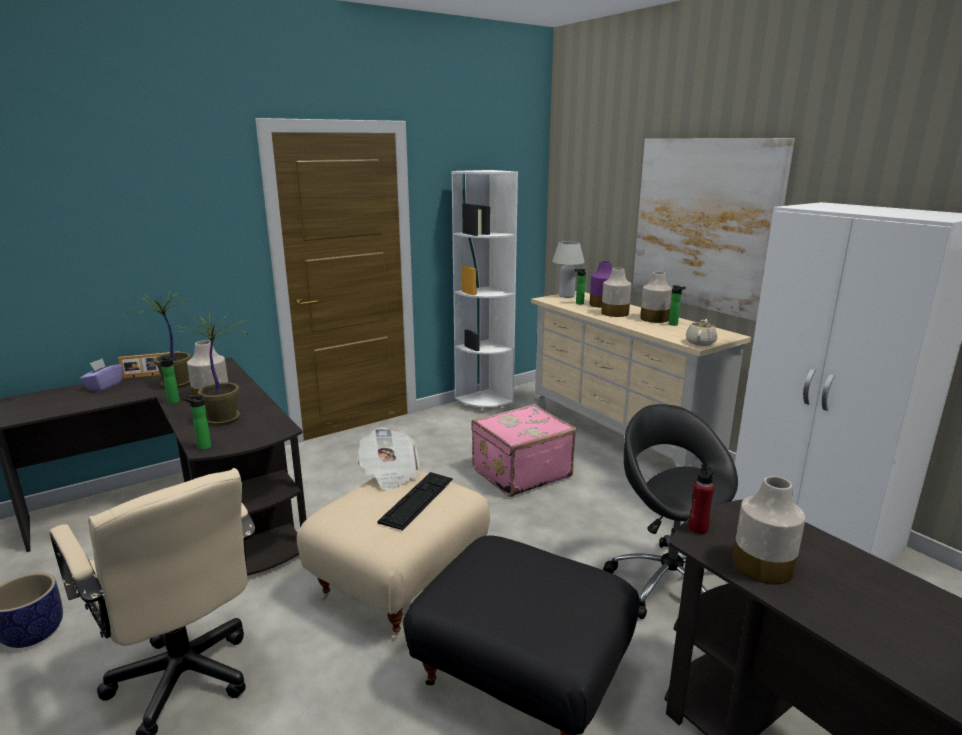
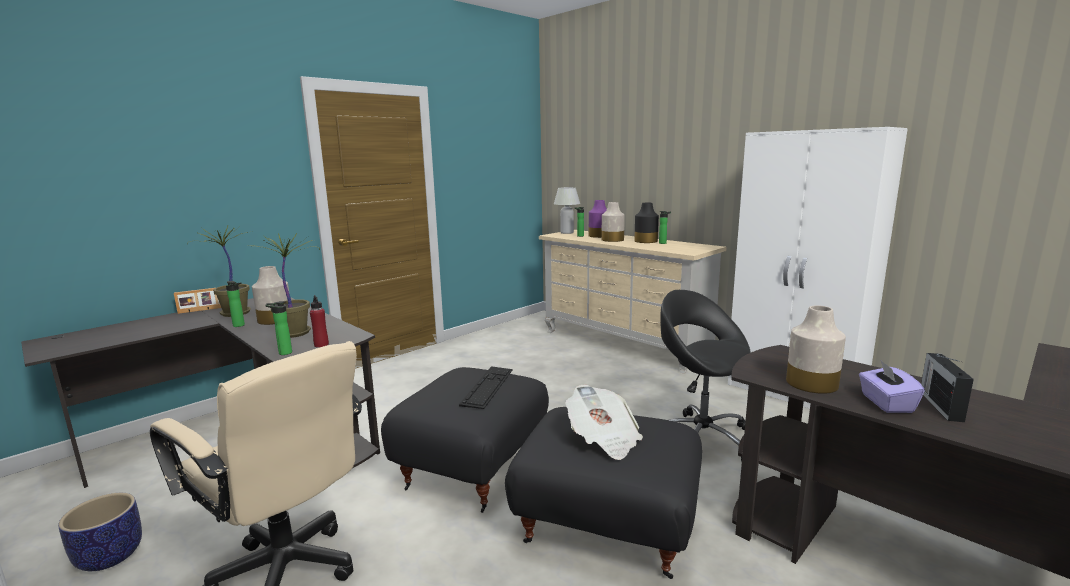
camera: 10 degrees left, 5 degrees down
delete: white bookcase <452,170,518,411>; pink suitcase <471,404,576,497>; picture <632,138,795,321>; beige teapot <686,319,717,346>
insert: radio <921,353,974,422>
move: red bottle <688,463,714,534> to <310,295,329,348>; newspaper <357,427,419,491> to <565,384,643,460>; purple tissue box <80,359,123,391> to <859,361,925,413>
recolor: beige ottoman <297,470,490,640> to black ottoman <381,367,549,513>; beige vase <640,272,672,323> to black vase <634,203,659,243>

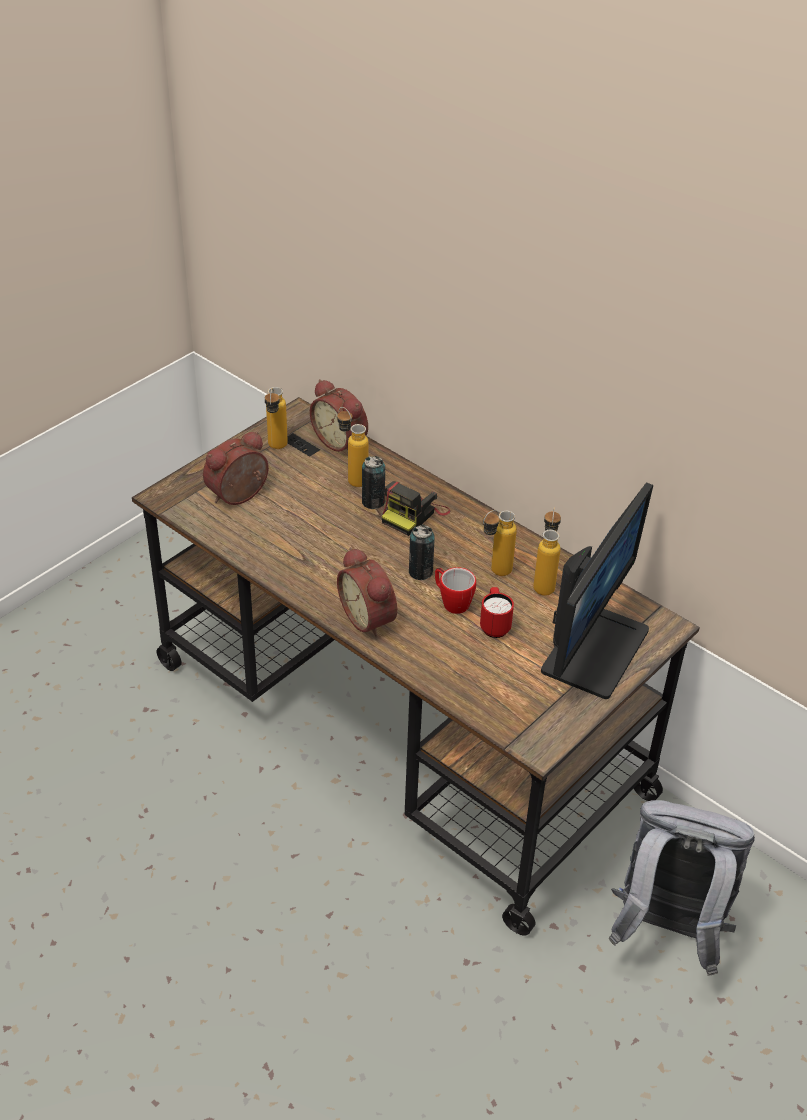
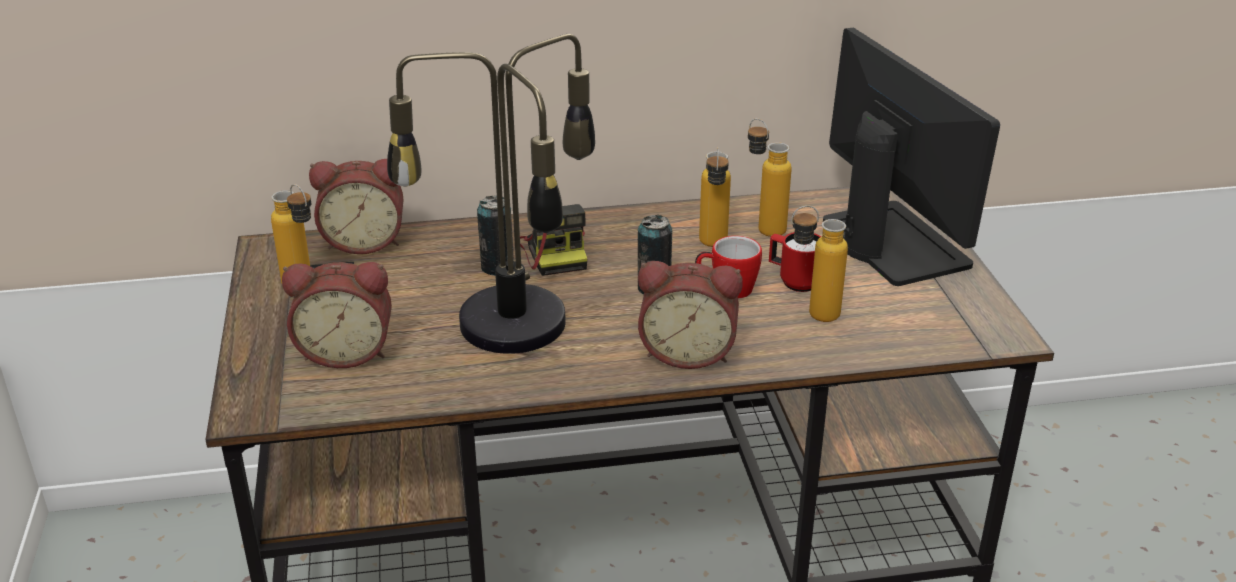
camera: 50 degrees left, 10 degrees down
delete: grey backpack <608,800,755,976>
insert: table lamp <387,34,595,354>
move: bottle <337,407,369,487> to <791,205,848,322>
rotate: alarm clock <203,431,269,505> = <282,262,392,368> 90 degrees counterclockwise

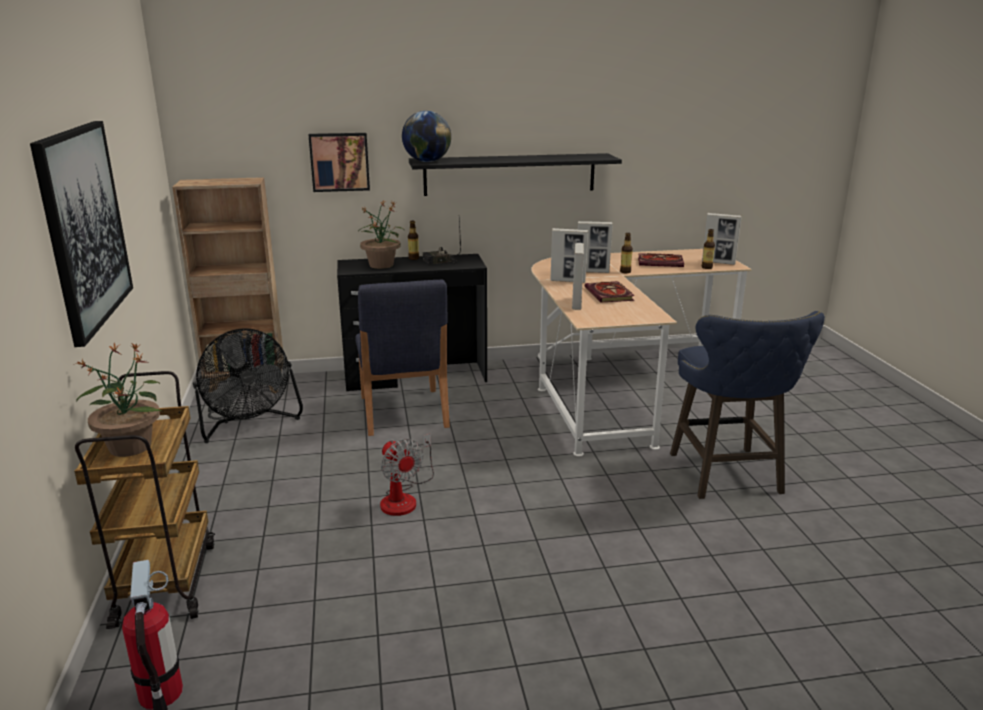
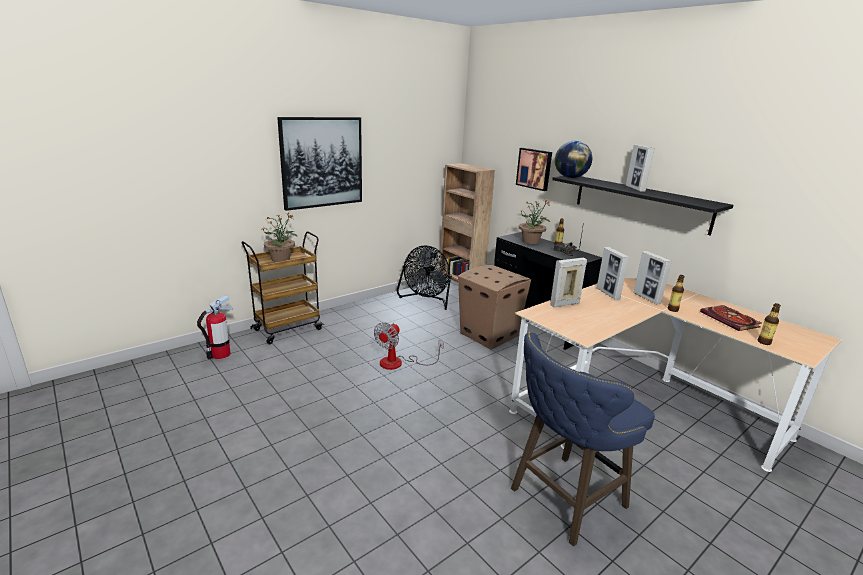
camera: 60 degrees right, 0 degrees up
delete: book <585,281,634,302>
move: picture frame <702,213,742,265> to <626,144,655,192>
replace: blue chair <355,280,450,436> to cardboard box <458,265,531,350>

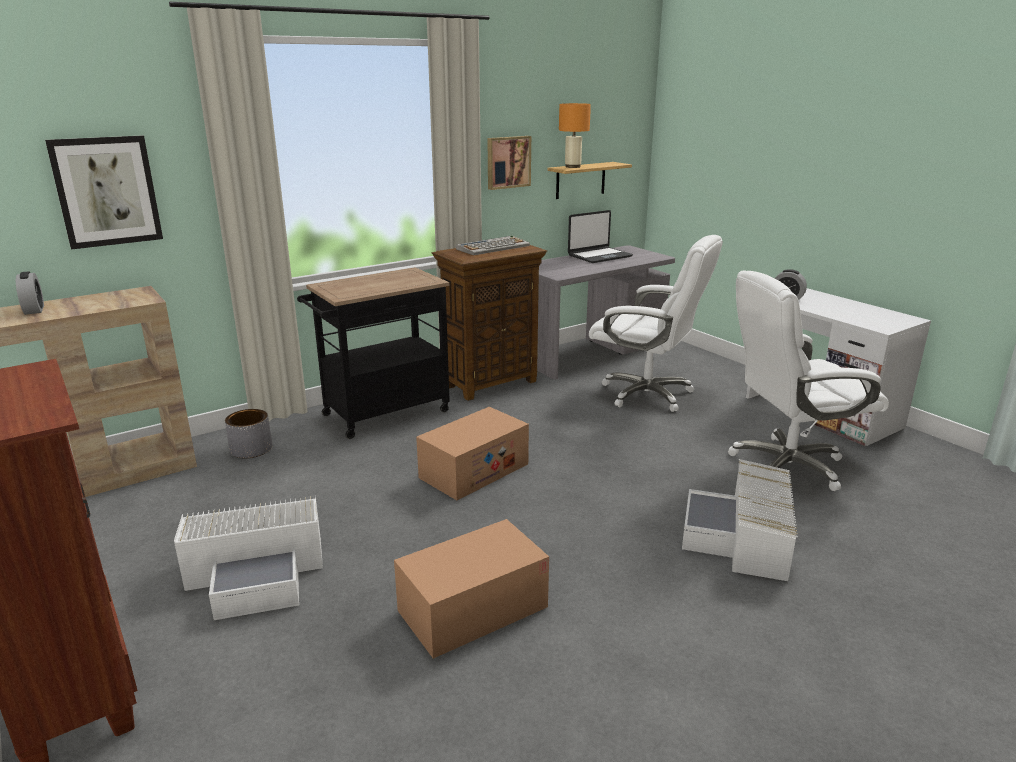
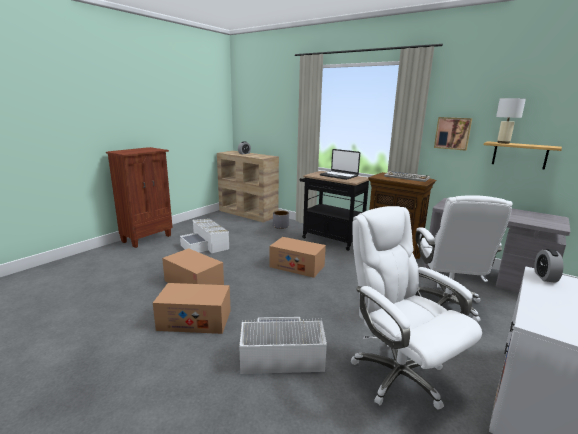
camera: 70 degrees right, 5 degrees down
delete: picture <45,135,163,250>
insert: cardboard box <153,283,231,334>
move: laptop <568,210,633,263> to <320,149,360,180>
recolor: orange table lamp <559,103,591,168> to white table lamp <496,98,526,144>

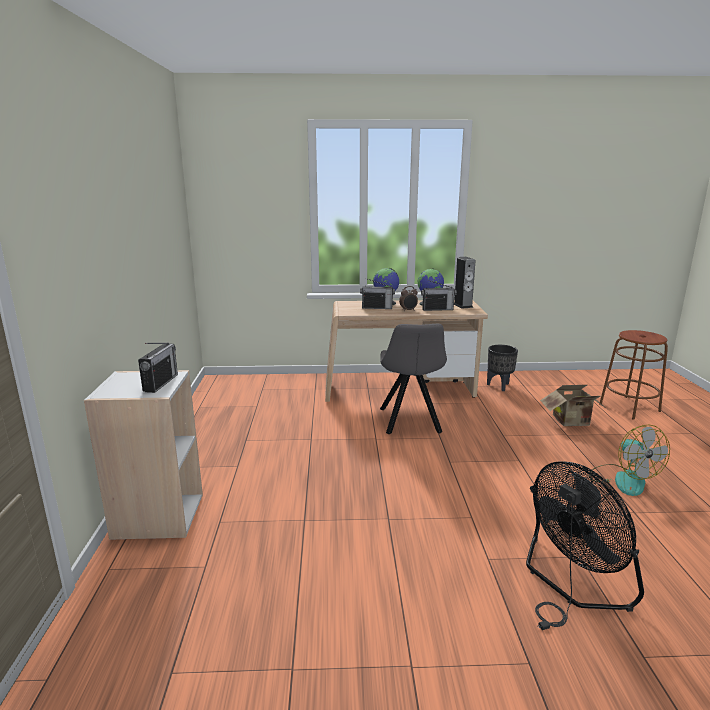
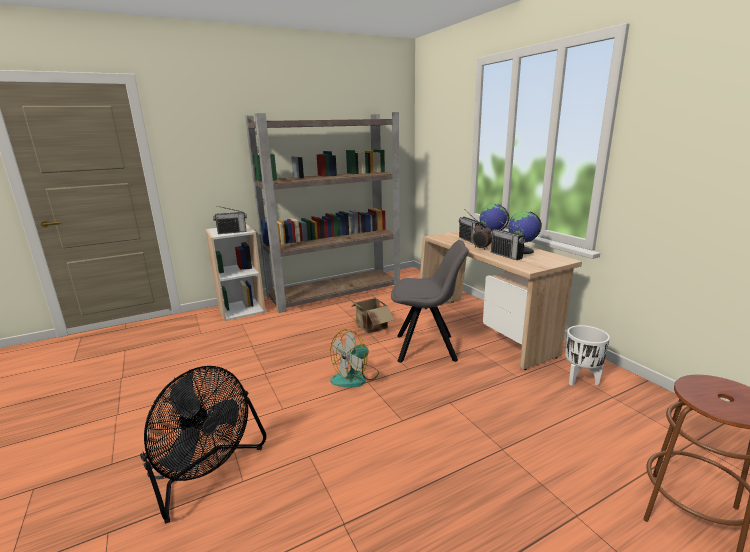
camera: 65 degrees right, 0 degrees up
delete: speaker <454,257,476,309>
insert: brown bookcase <245,112,400,313>
move: fan <589,425,670,496> to <330,329,379,387>; cardboard box <540,385,607,426> to <347,293,394,333>
recolor: black planter <487,345,518,391> to white planter <565,325,610,386>
rotate: grey chair <380,324,447,434> = <391,240,469,363> 150 degrees counterclockwise

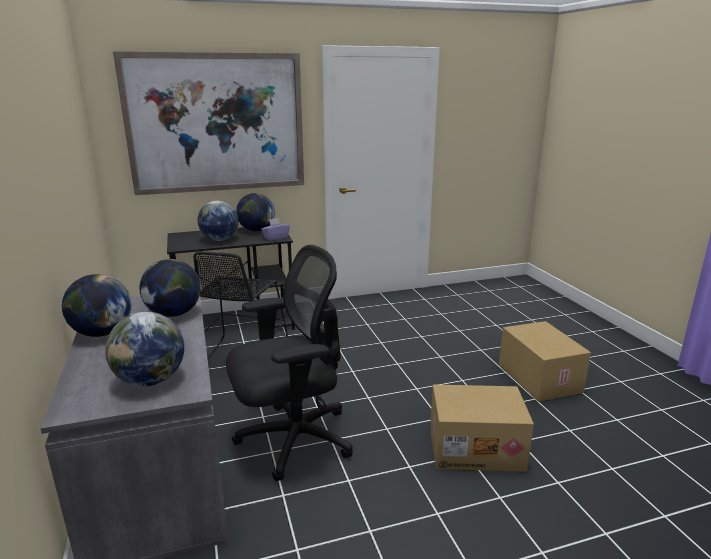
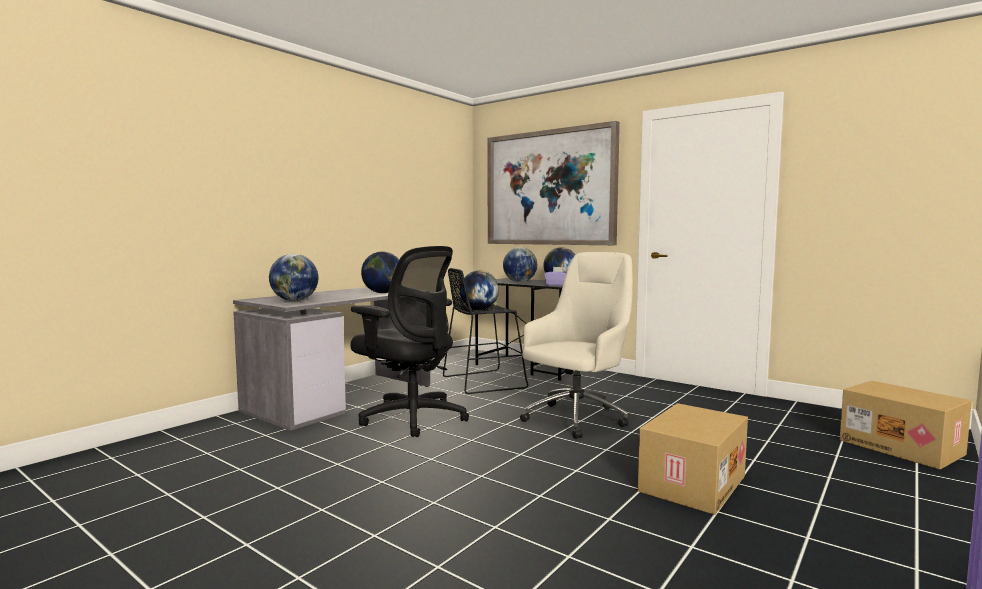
camera: 55 degrees right, 15 degrees down
insert: beige office chair <520,252,633,439>
move: globe <62,274,131,337> to <460,270,499,310>; cardboard box <430,384,534,472> to <840,381,972,470>

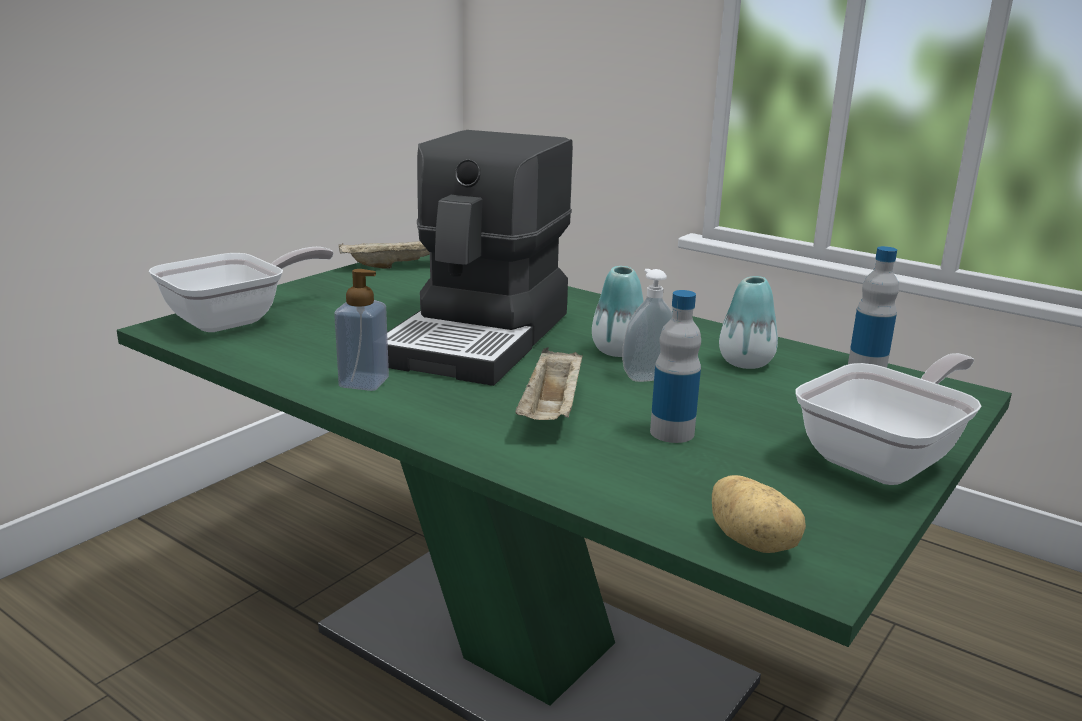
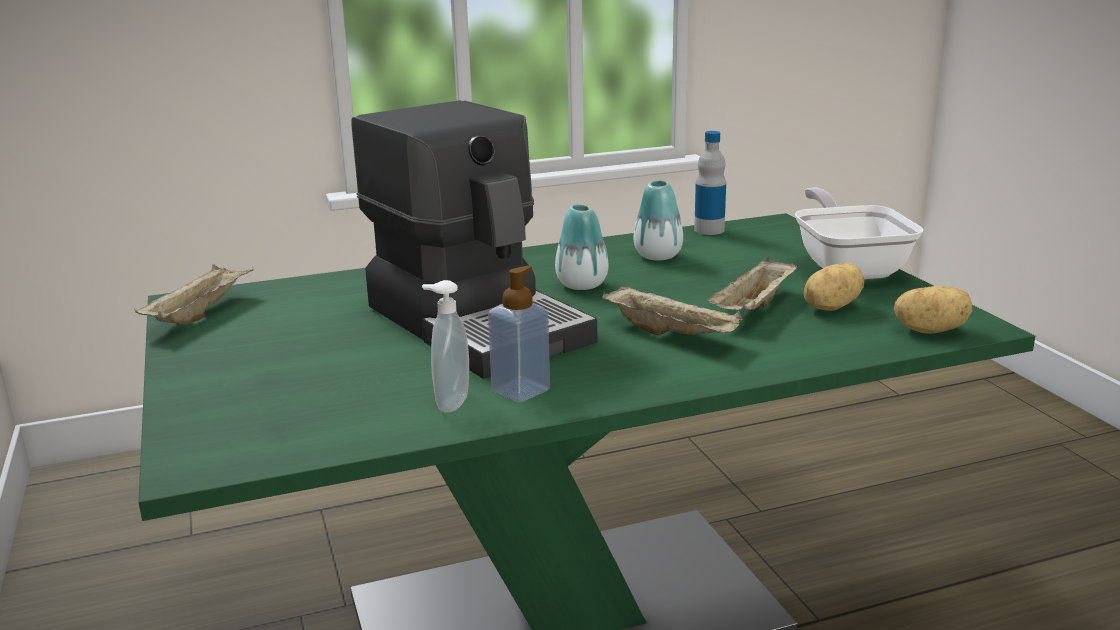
camera: 55 degrees left, 0 degrees up
delete: frying pan <149,247,334,332>
insert: potato <804,263,864,311>
move: soap dispenser <622,269,673,382> to <422,280,469,412>
replace: bottle <650,290,701,443> to beige tray <707,257,797,310>

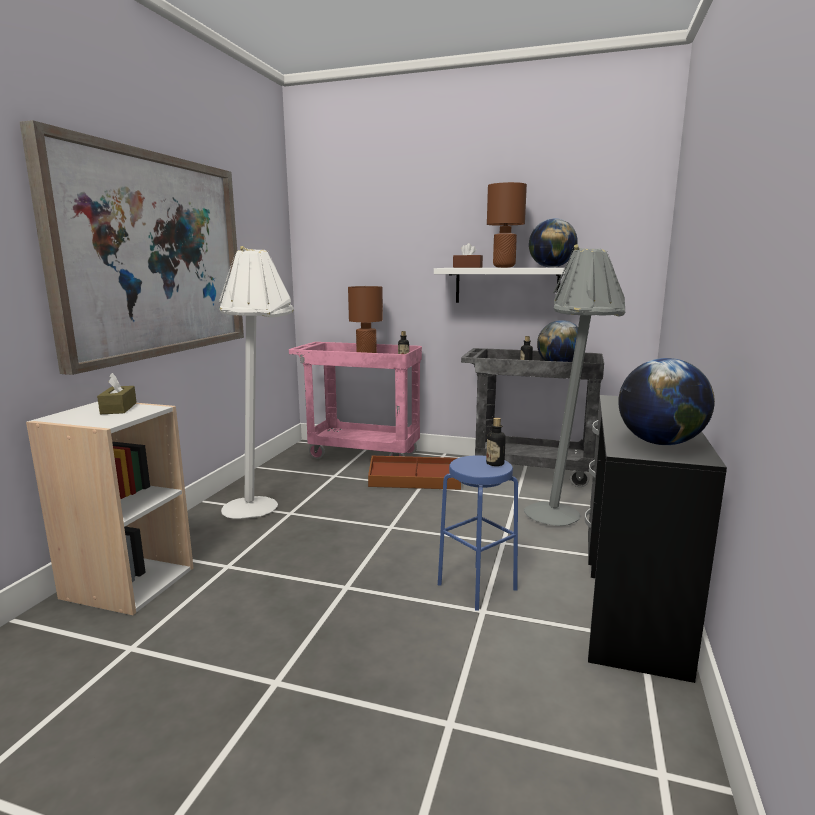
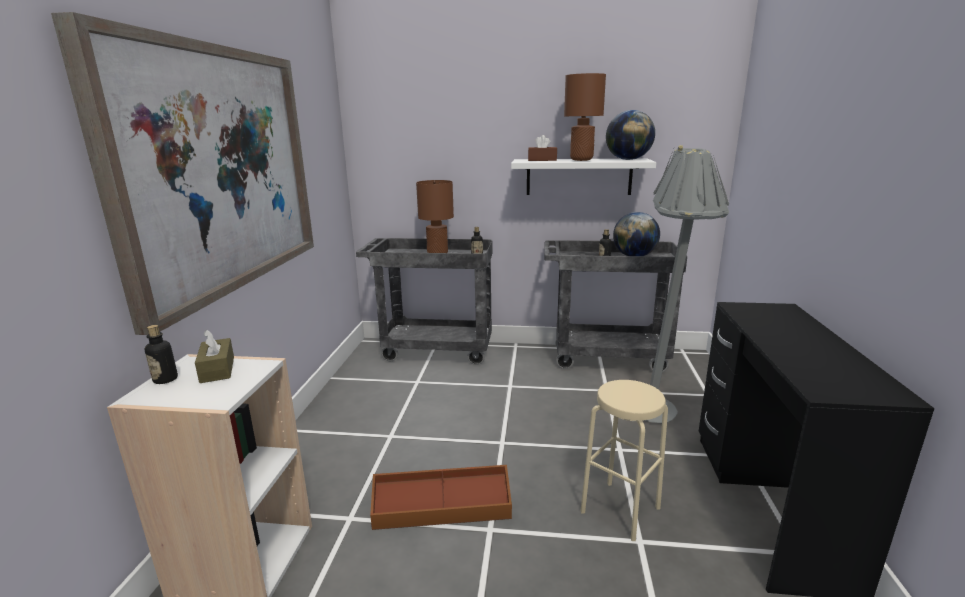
camera: 10 degrees left, 5 degrees up
delete: white floor lamp <219,246,294,519>; globe <618,358,715,445>
move: bottle <486,418,506,466> to <145,325,178,384>; brown storage box <368,456,461,490> to <370,465,512,530>
recolor: pink cart <289,342,422,459> to grey cart <356,238,493,365>; blue stool <438,455,518,611> to beige stool <581,380,668,541>

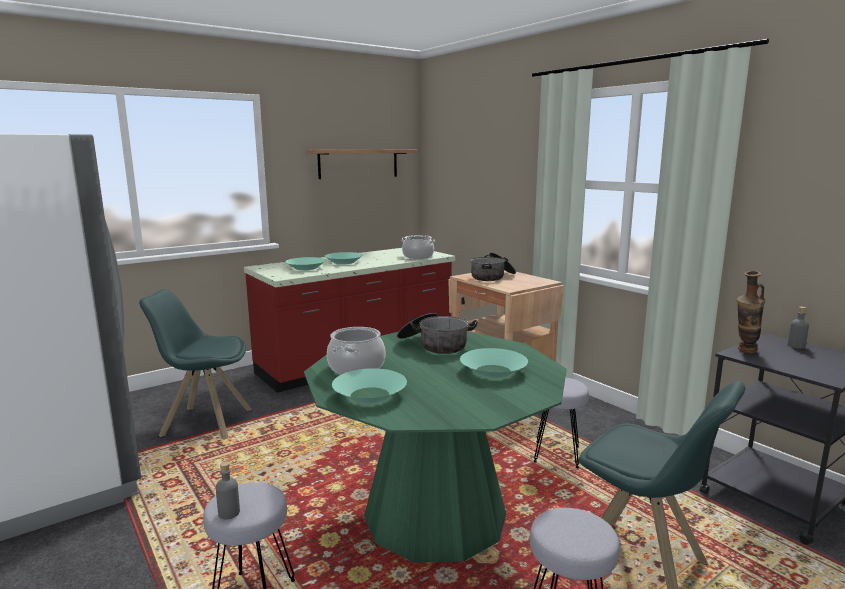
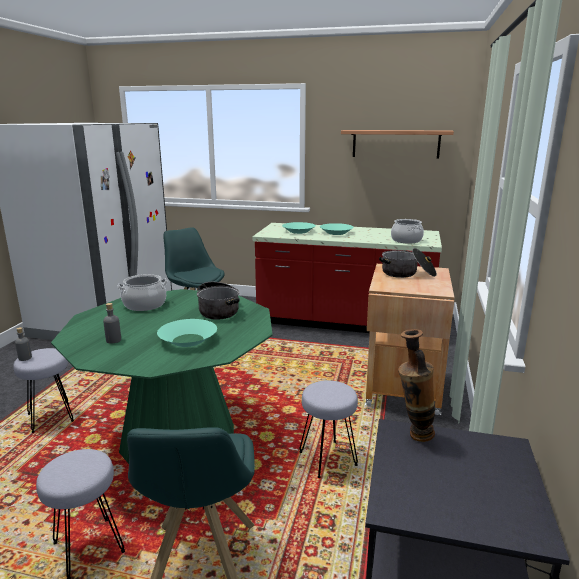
camera: 50 degrees right, 5 degrees up
delete: turquoise bowl <332,368,407,404>
move: grey bottle <788,306,809,348> to <103,303,121,344>

